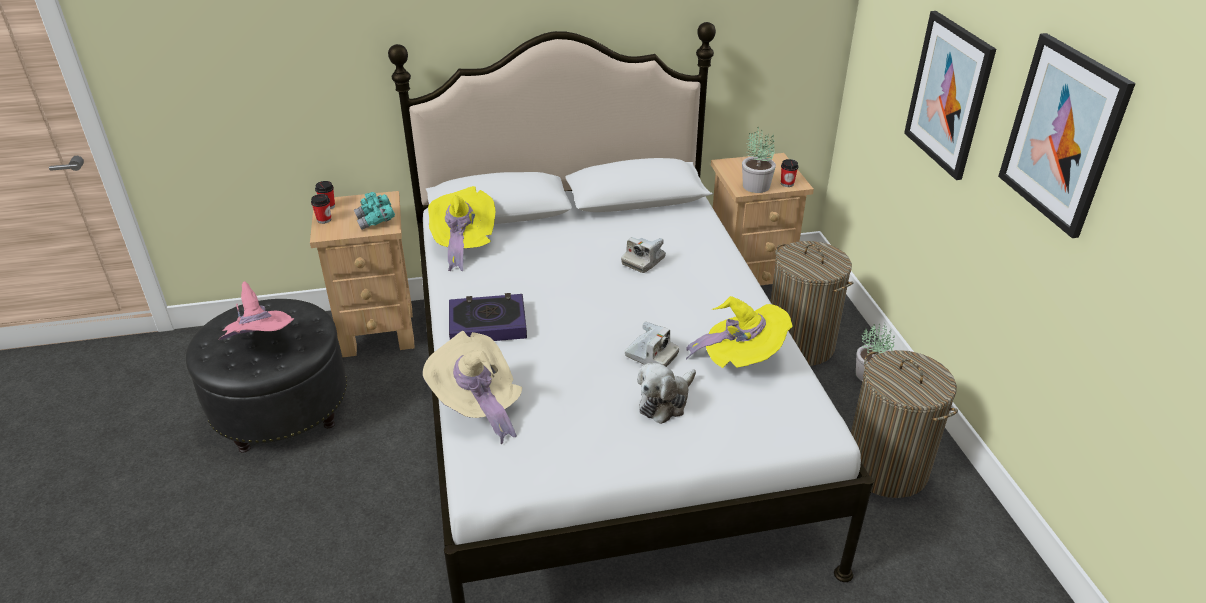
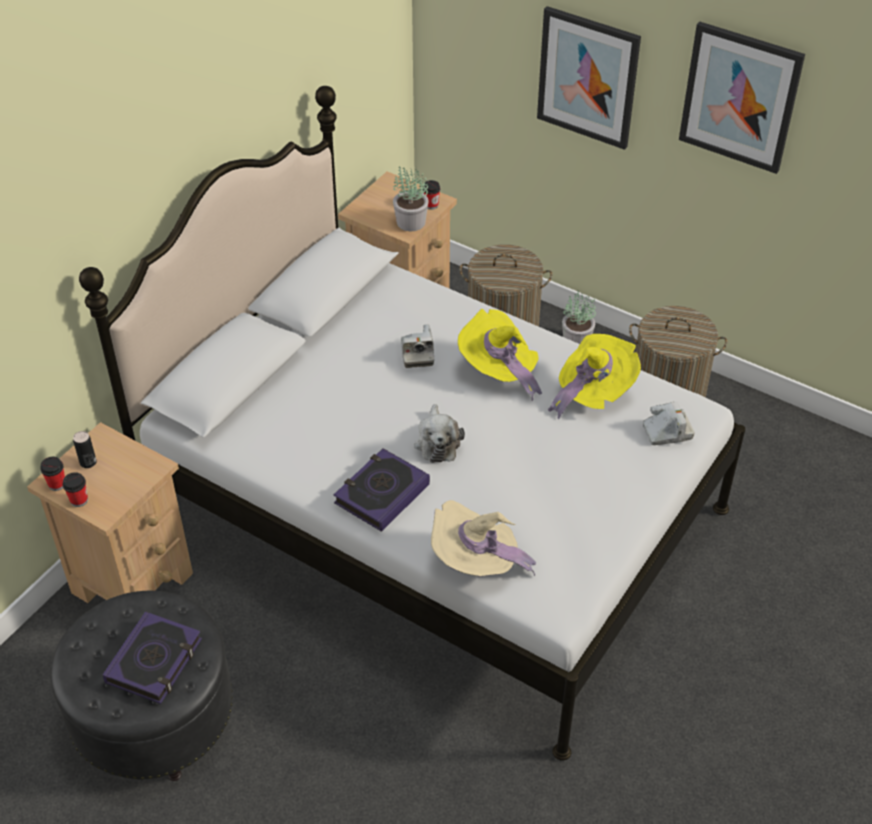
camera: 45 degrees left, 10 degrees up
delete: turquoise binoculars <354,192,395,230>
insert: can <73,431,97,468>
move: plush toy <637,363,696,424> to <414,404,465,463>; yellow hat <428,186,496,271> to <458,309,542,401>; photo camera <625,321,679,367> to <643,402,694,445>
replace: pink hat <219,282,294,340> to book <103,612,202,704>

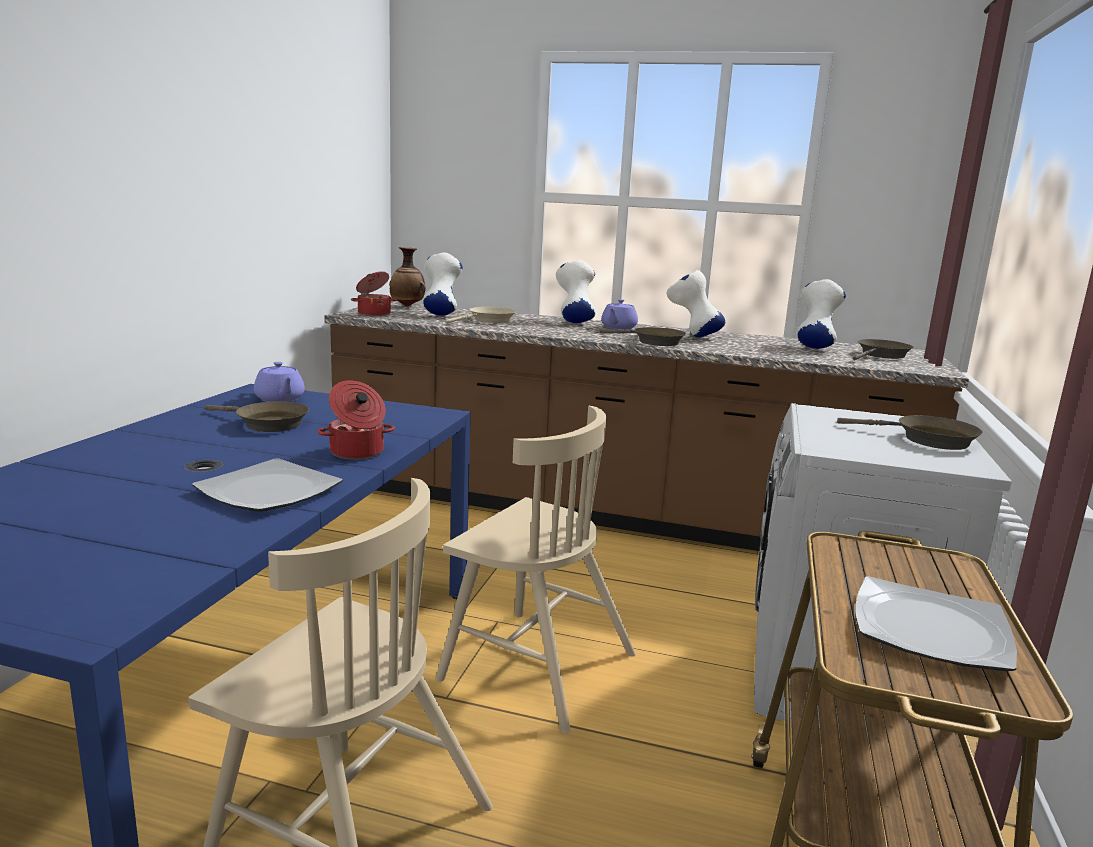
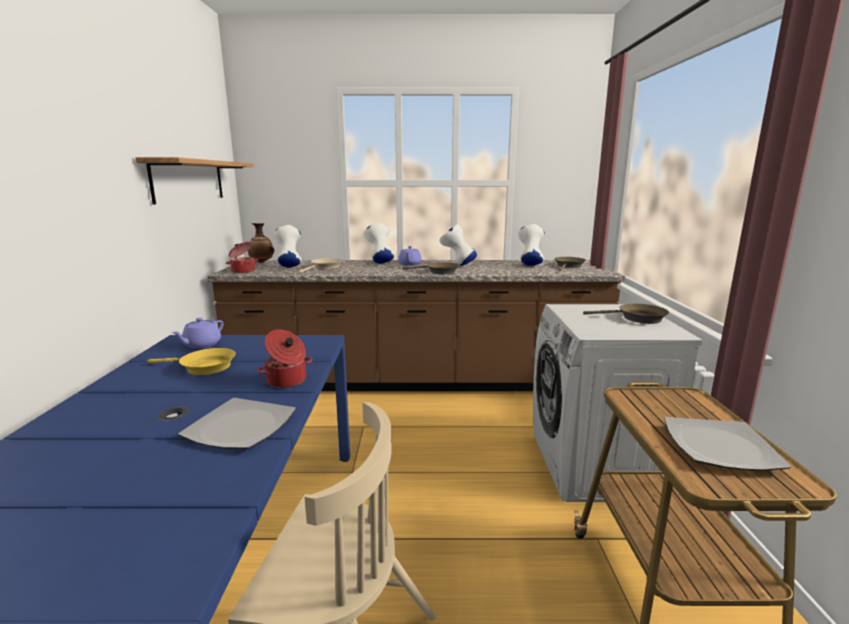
camera: 15 degrees left, 0 degrees up
delete: beige chair <435,405,636,734>
insert: shelf <136,157,253,204>
recolor: brown frying pan <205,401,309,432> to yellow frying pan <147,348,236,375>
rotate: purple teapot <254,362,305,402> = <172,318,223,349> 75 degrees clockwise

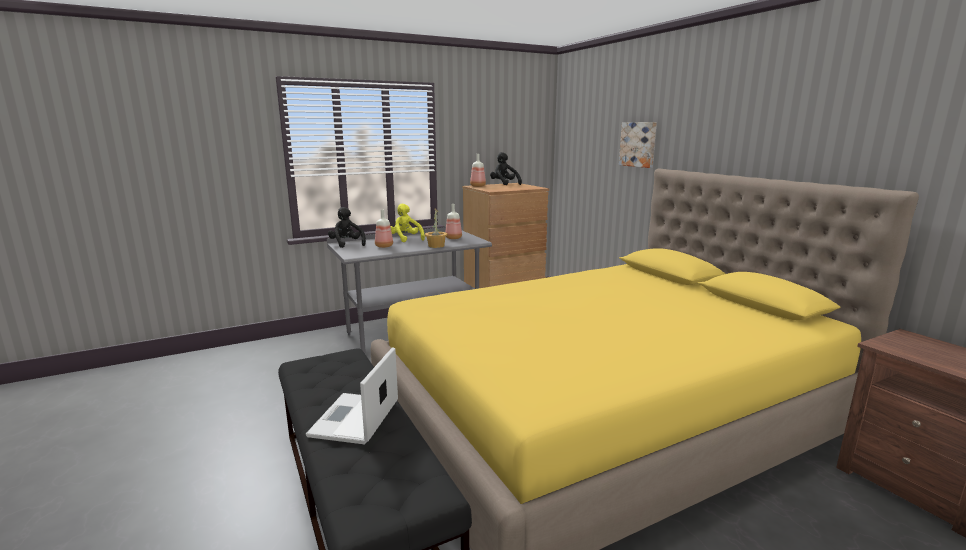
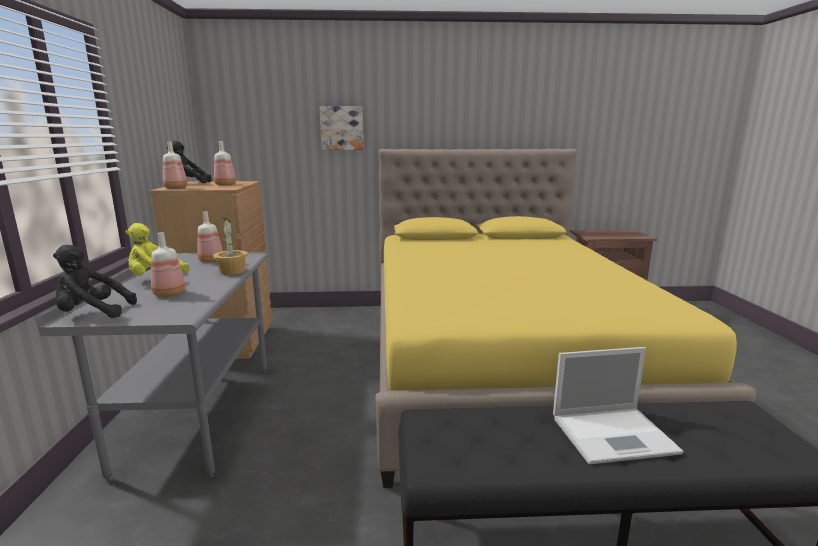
camera: 65 degrees left, 0 degrees up
insert: bottle <214,141,236,186>
rotate: laptop <306,347,398,445> = <553,347,684,464> 45 degrees counterclockwise

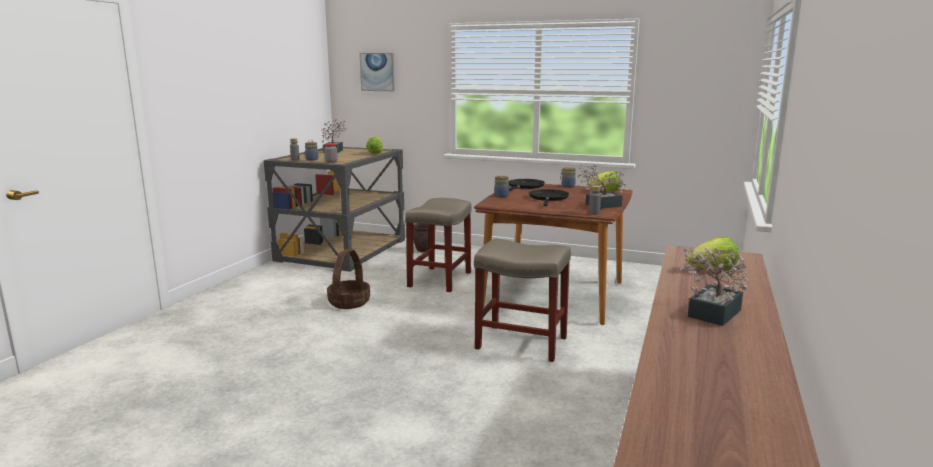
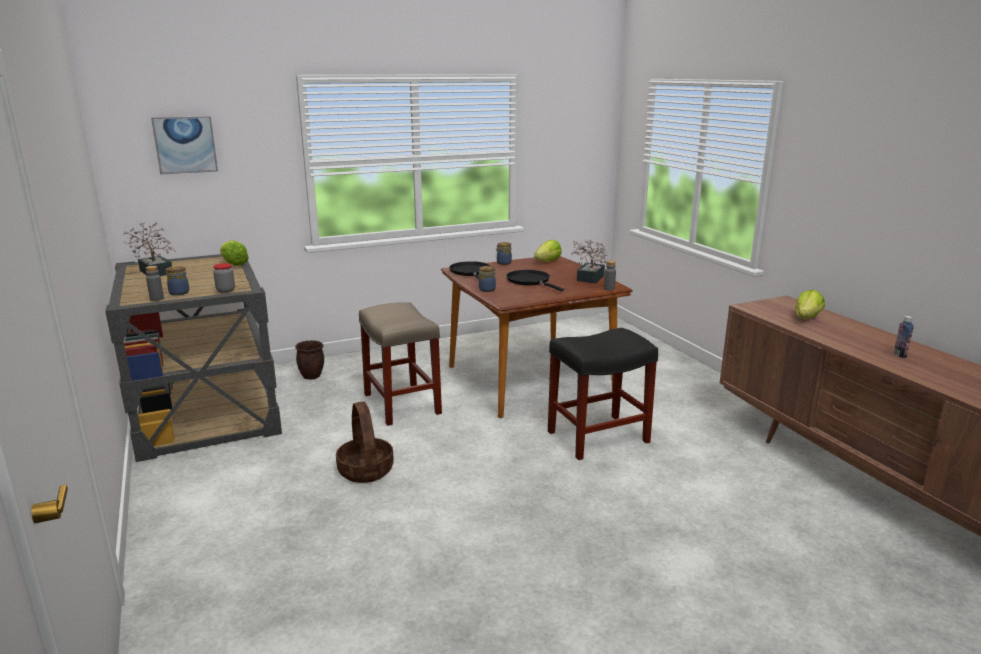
camera: 45 degrees left, 5 degrees up
replace: potted plant <679,247,748,326> to bottle <893,316,913,358>
recolor: beige stool <474,239,571,362> to black stool <548,328,658,460>

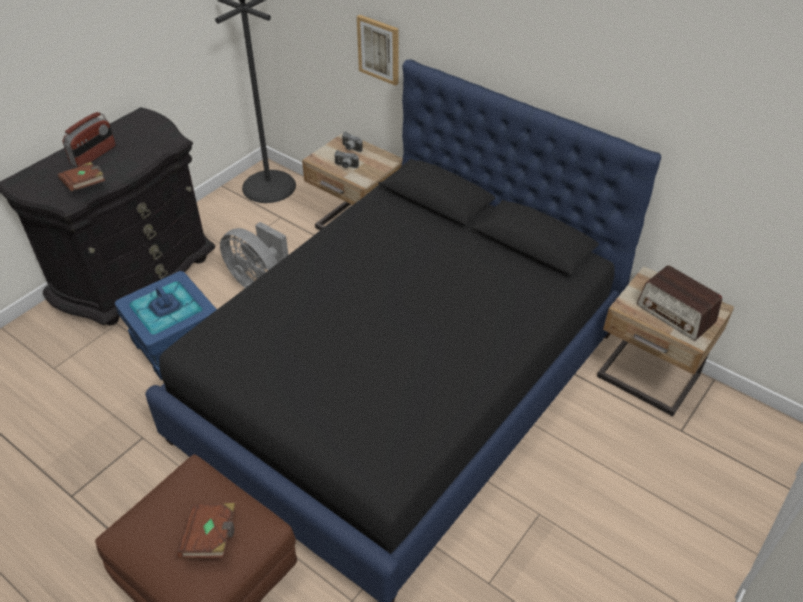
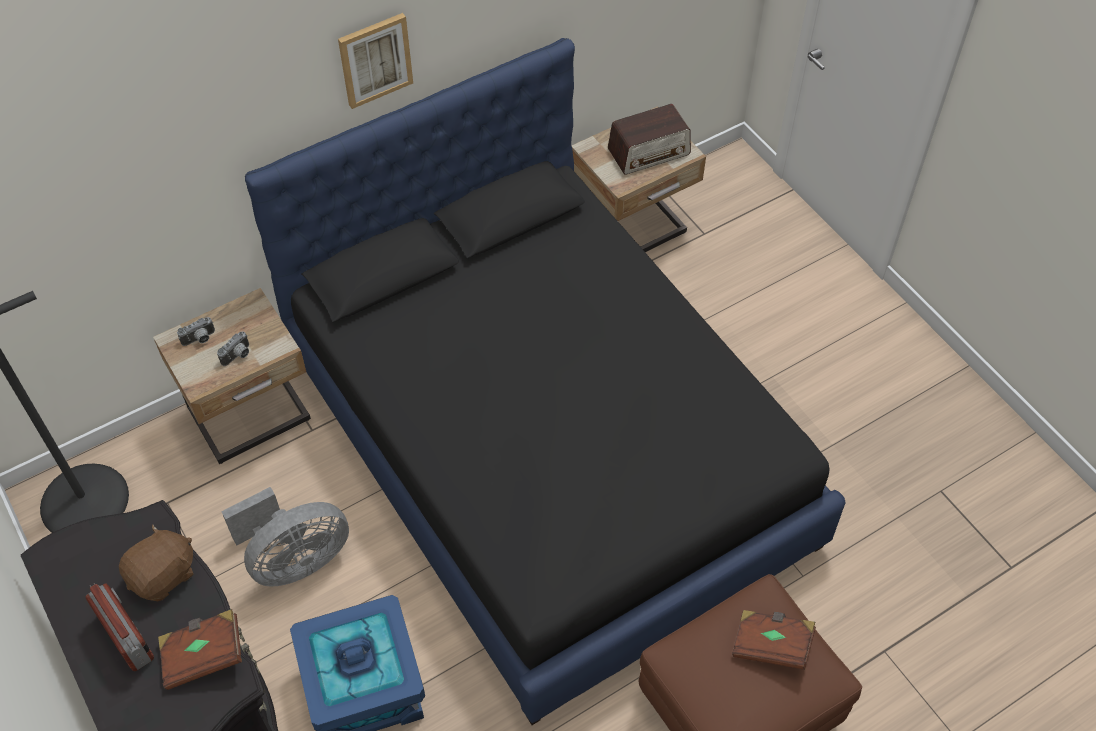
camera: 70 degrees left, 10 degrees up
insert: brown plush toy <119,524,193,601>
move: picture <357,15,399,86> to <338,13,413,109>

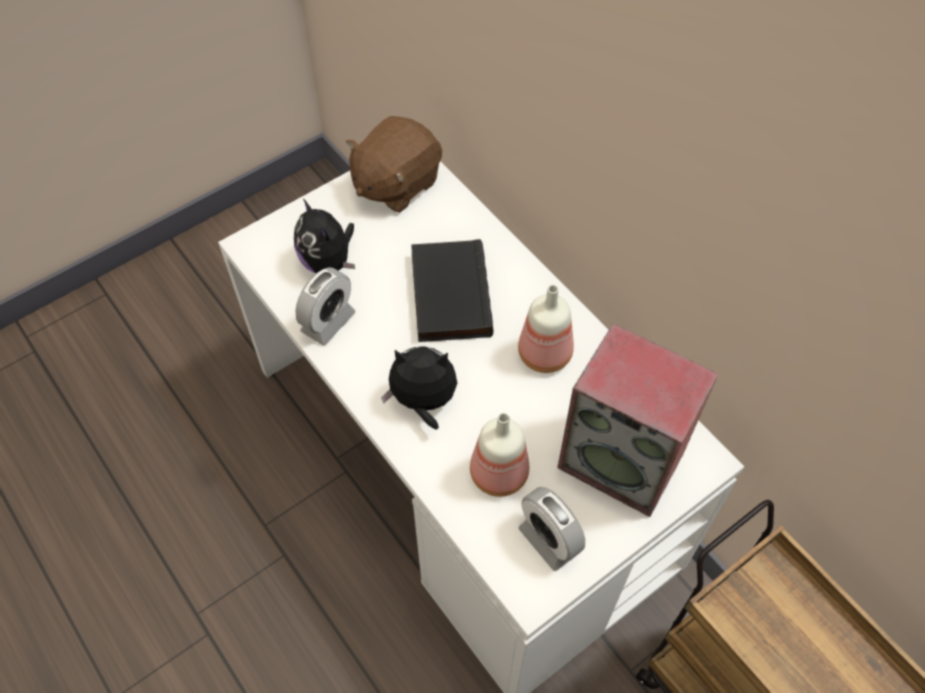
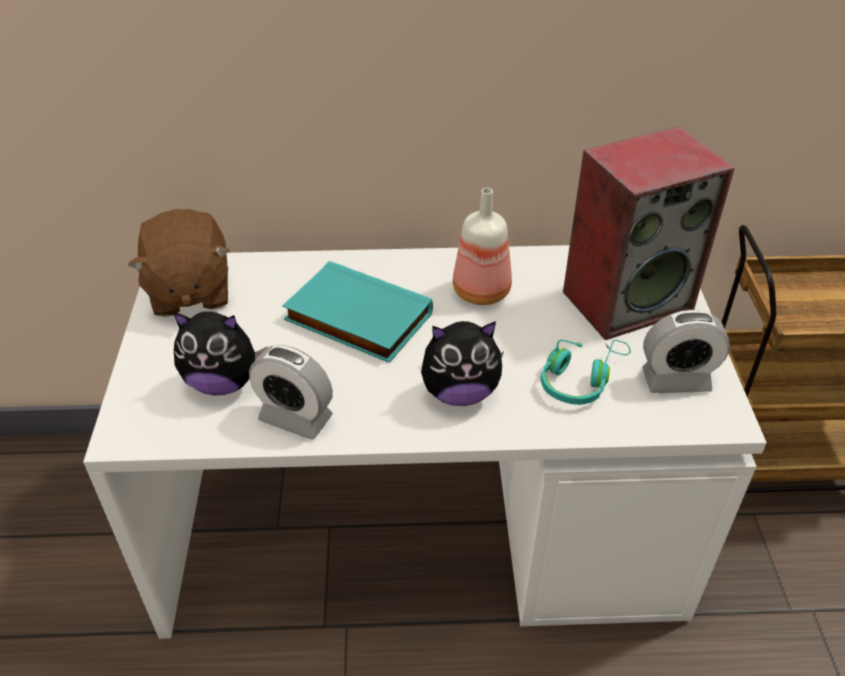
camera: 55 degrees left, 15 degrees down
replace: bottle <470,413,529,497> to turquoise headphones <541,340,631,405>
recolor: black book <411,239,493,342> to turquoise book <282,261,433,363>
rotate: alarm clock <295,267,355,345> = <249,345,333,440> 135 degrees clockwise; plush toy <381,346,457,430> = <421,321,504,406> 135 degrees counterclockwise

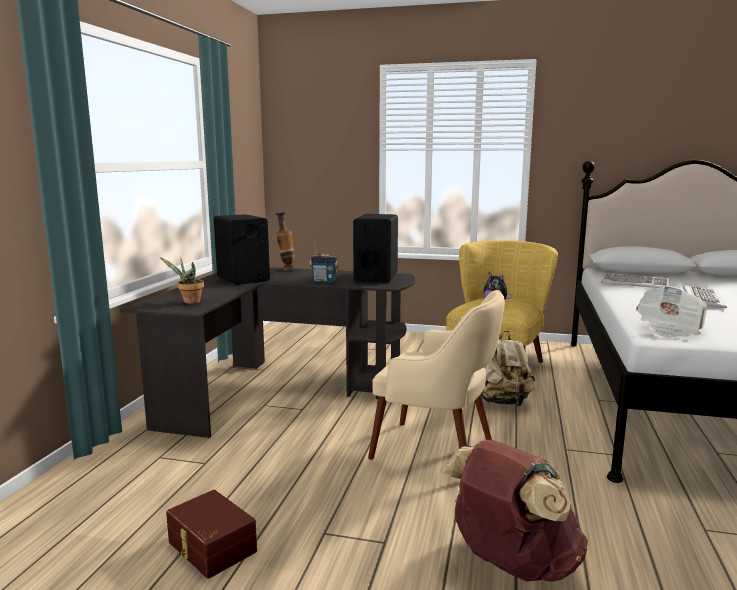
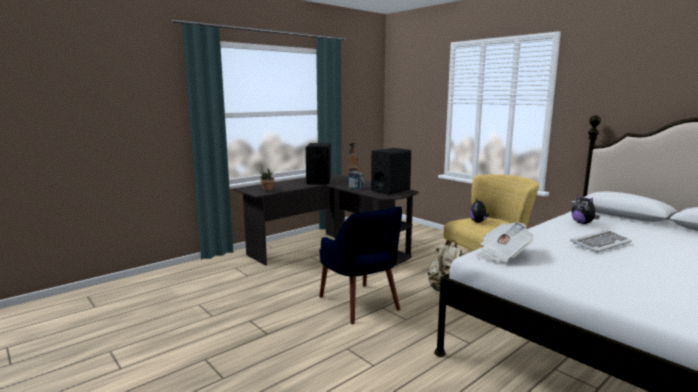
camera: 35 degrees right, 0 degrees up
delete: brown storage box <166,490,257,579>; brown backpack <441,440,588,582>
replace: keyboard <601,273,669,288> to plush toy <571,194,600,224>
recolor: beige armchair <368,290,505,460> to blue armchair <319,206,402,324>

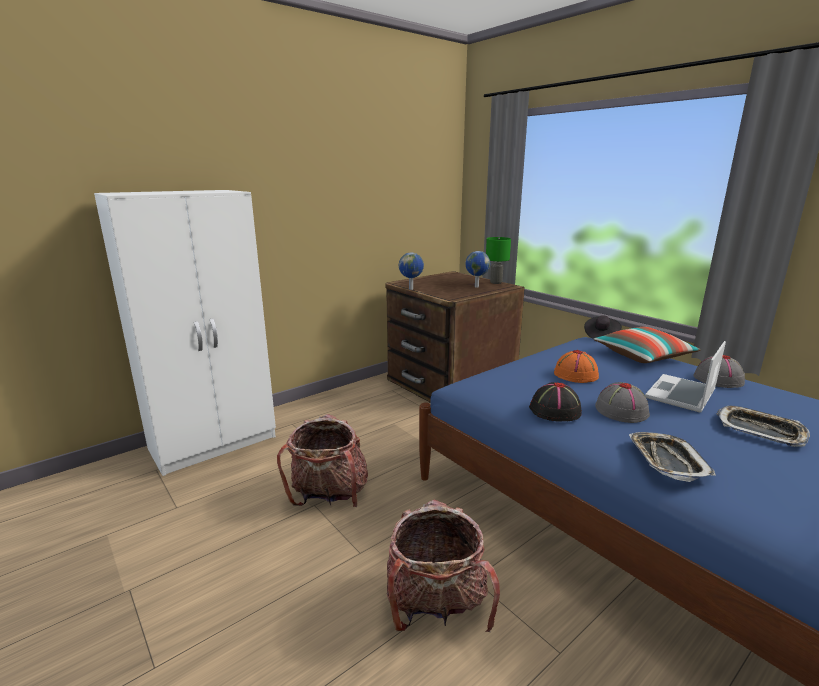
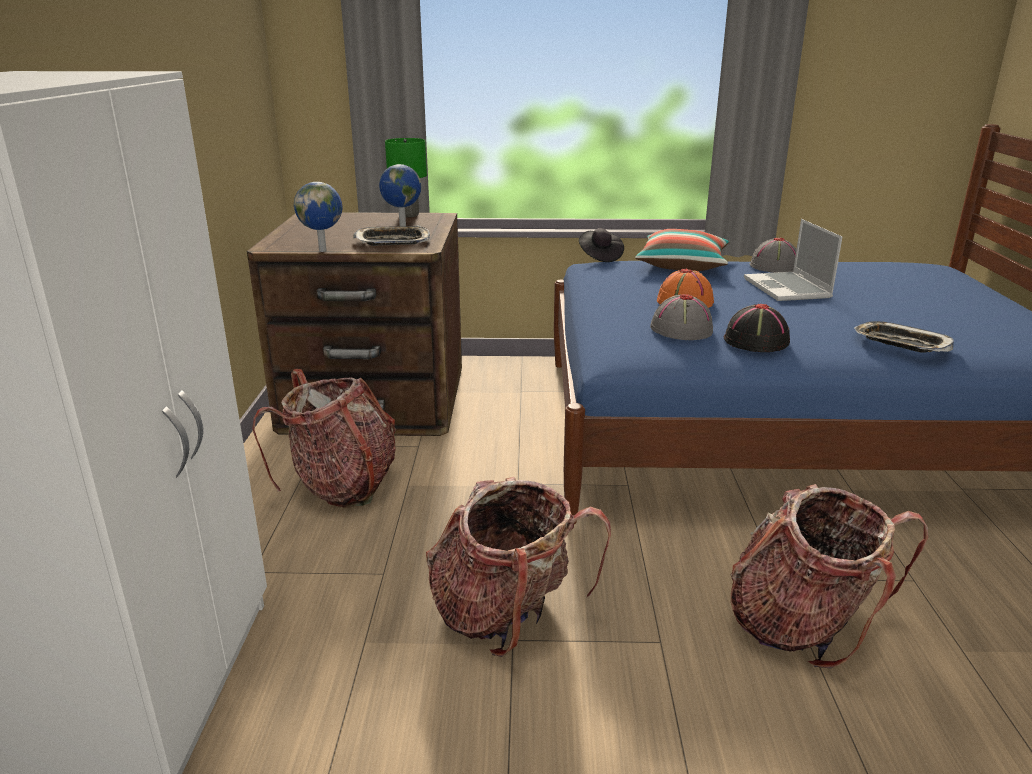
camera: 50 degrees left, 5 degrees up
insert: backpack <252,369,396,508>
move: tray <716,406,810,447> to <353,225,430,246>; grey hat <595,382,650,423> to <650,294,713,340>

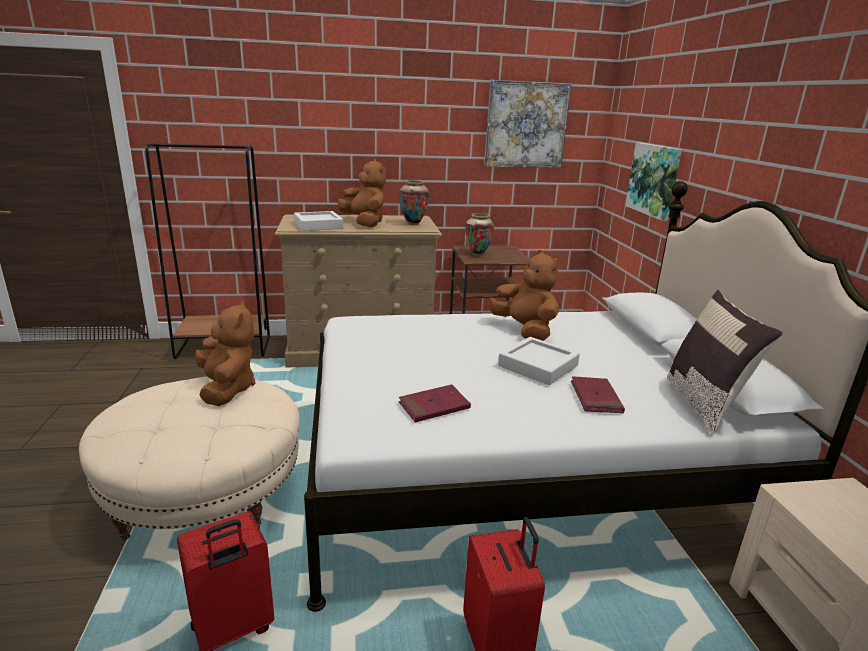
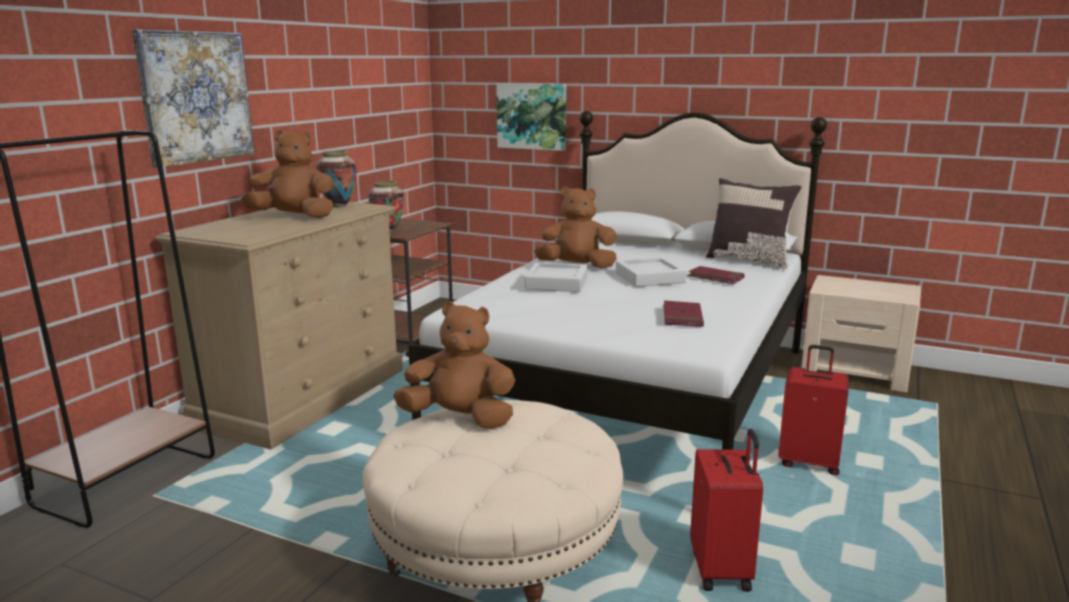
camera: 55 degrees left, 5 degrees down
move: picture <484,80,572,168> to <132,29,255,168>; grey tray <294,211,344,231> to <525,262,588,292>

